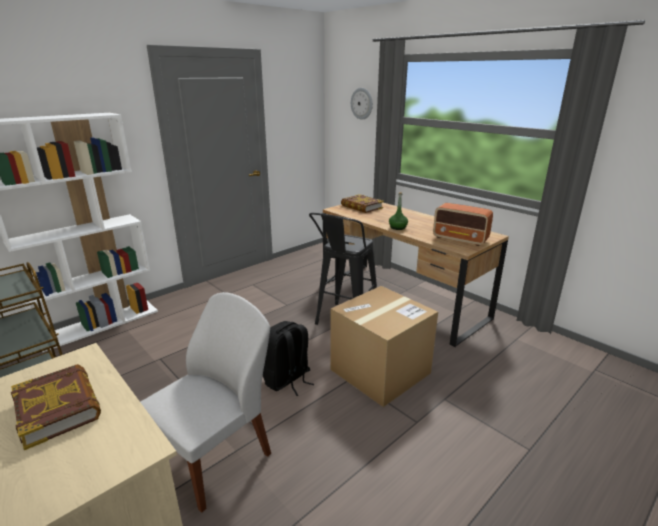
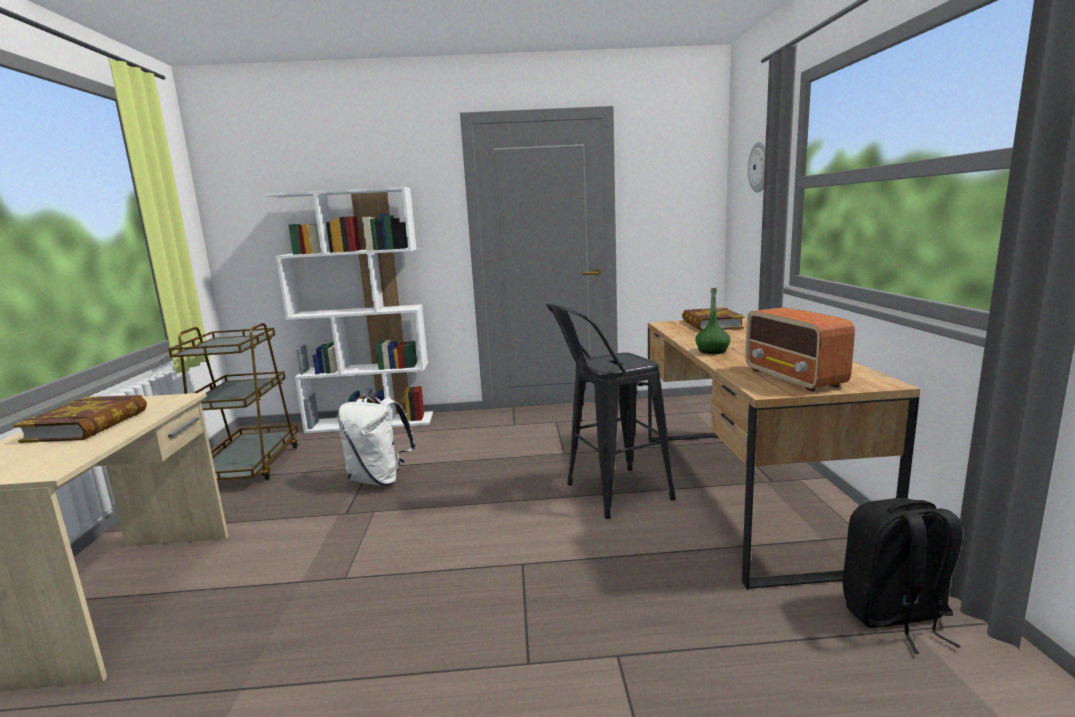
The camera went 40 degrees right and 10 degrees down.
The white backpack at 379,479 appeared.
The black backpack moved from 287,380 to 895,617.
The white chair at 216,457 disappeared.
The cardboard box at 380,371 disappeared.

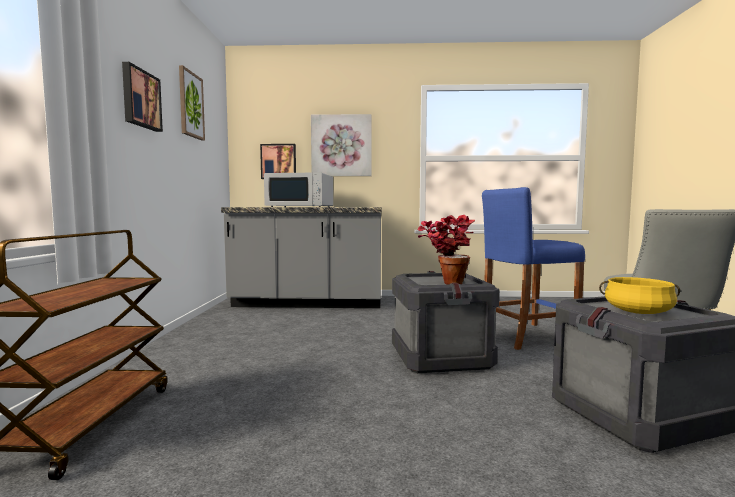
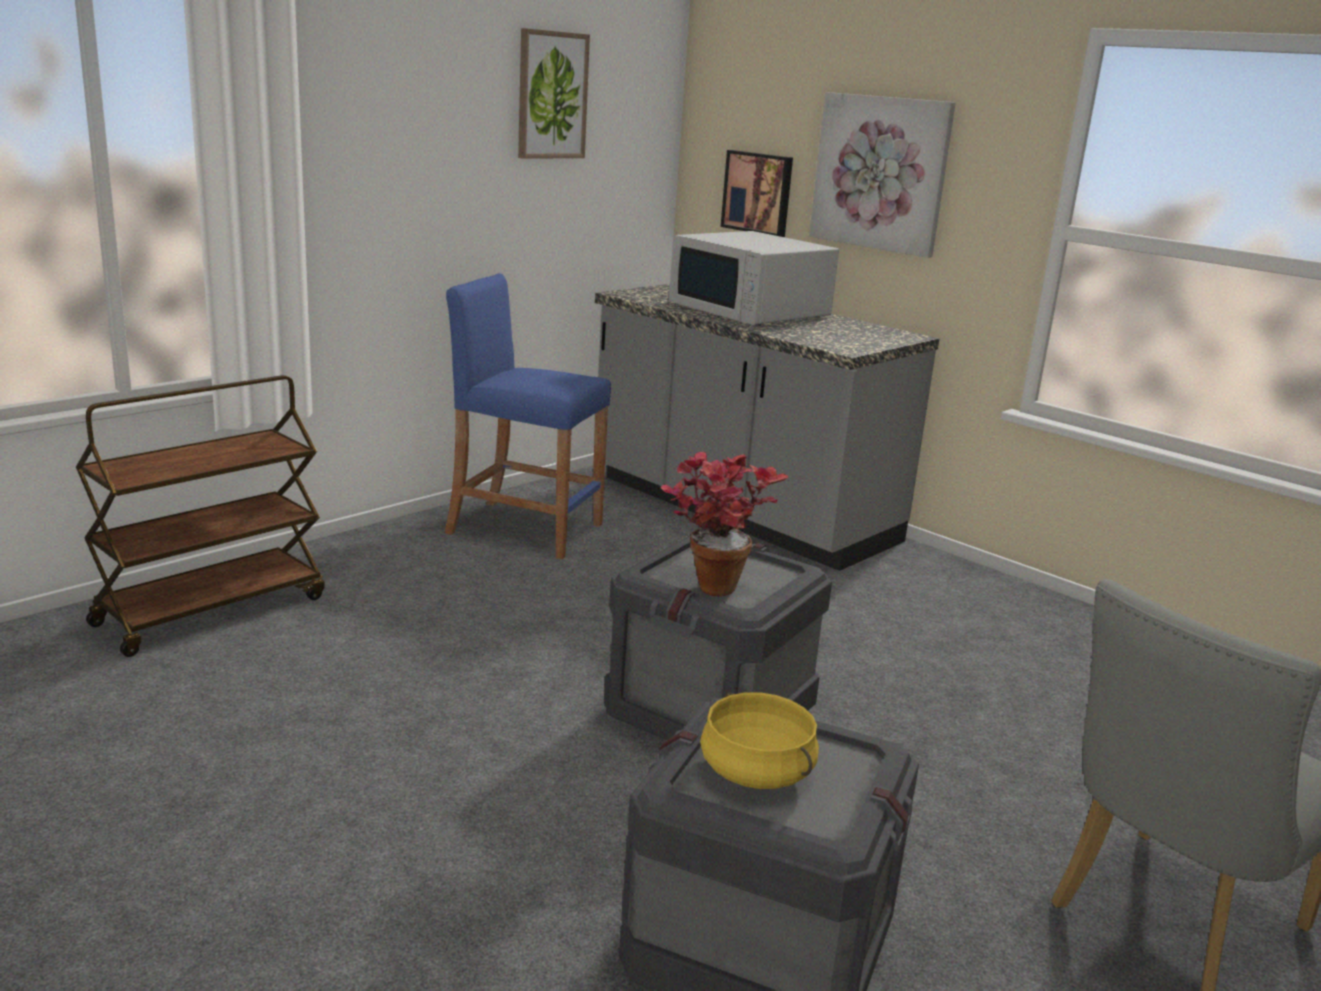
The camera went 40 degrees right and 15 degrees up.
The blue stool moved from 526,336 to 525,529.
The picture at 140,99 disappeared.

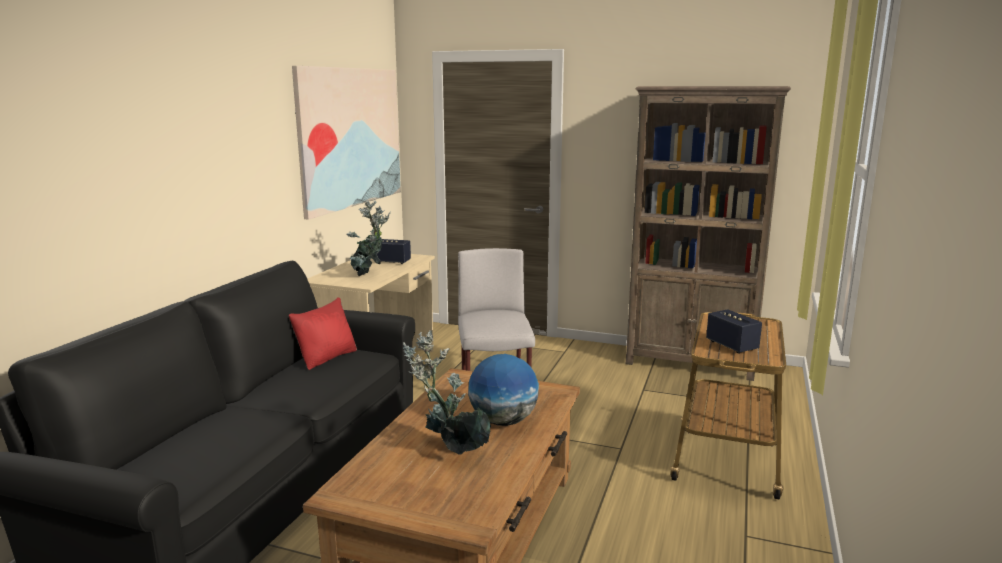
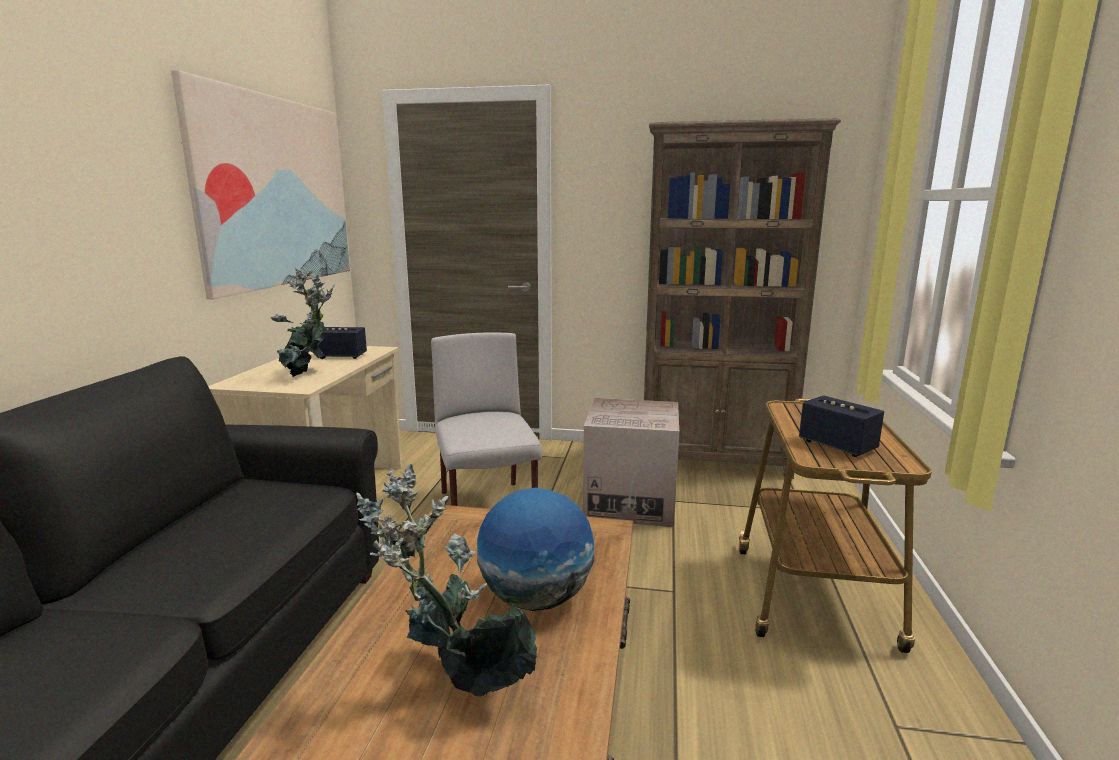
The camera went 10 degrees left and 0 degrees up.
The cardboard box at 630,502 appeared.
The red pillow at 327,358 disappeared.

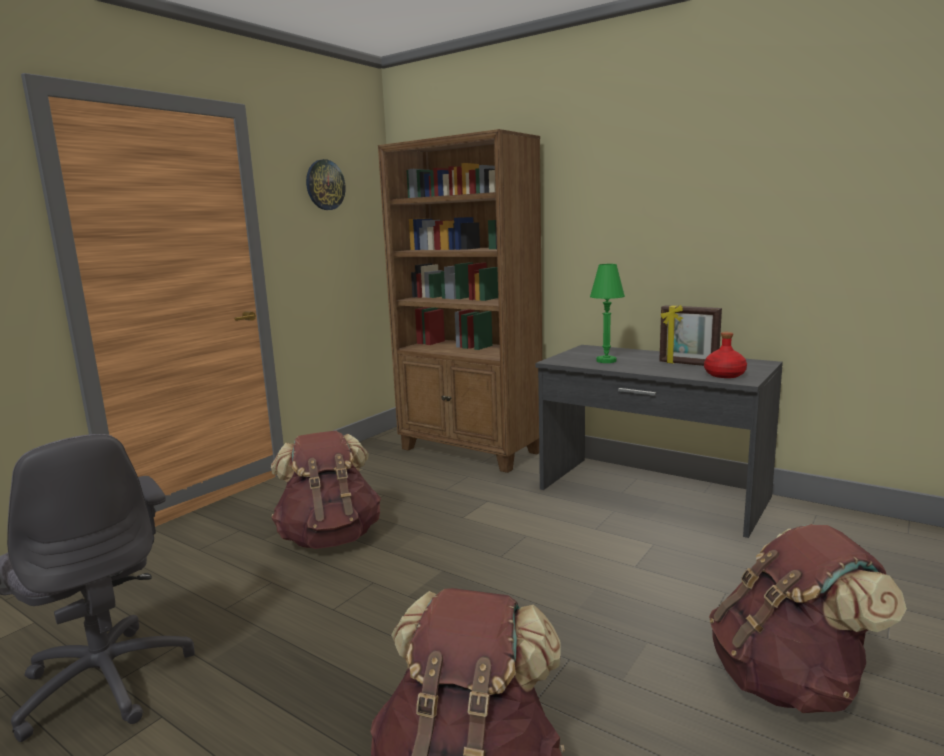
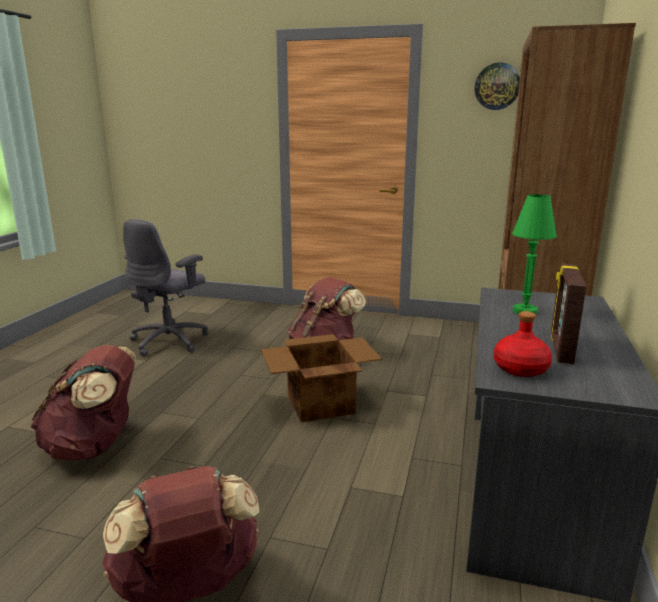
The camera went 70 degrees right and 5 degrees up.
The cardboard box at 319,403 appeared.

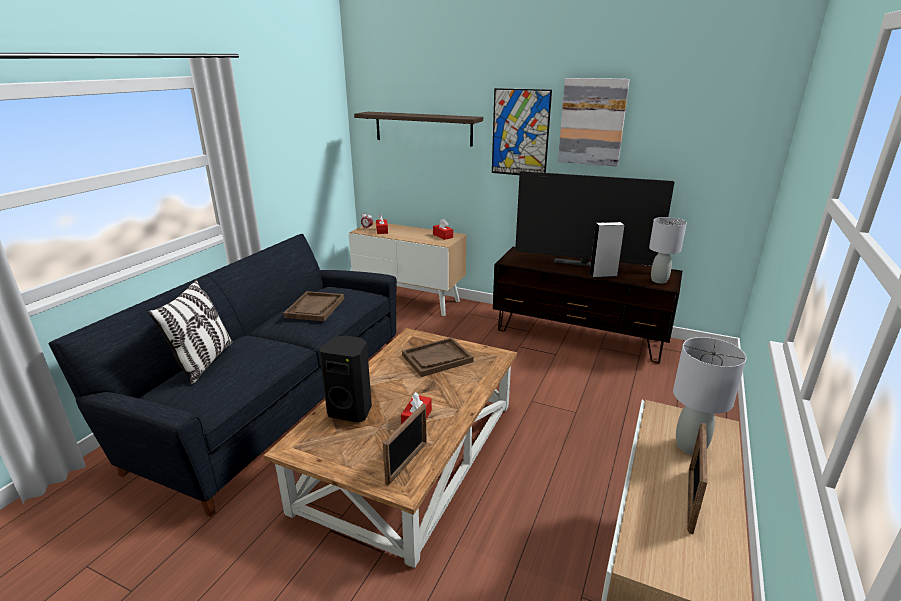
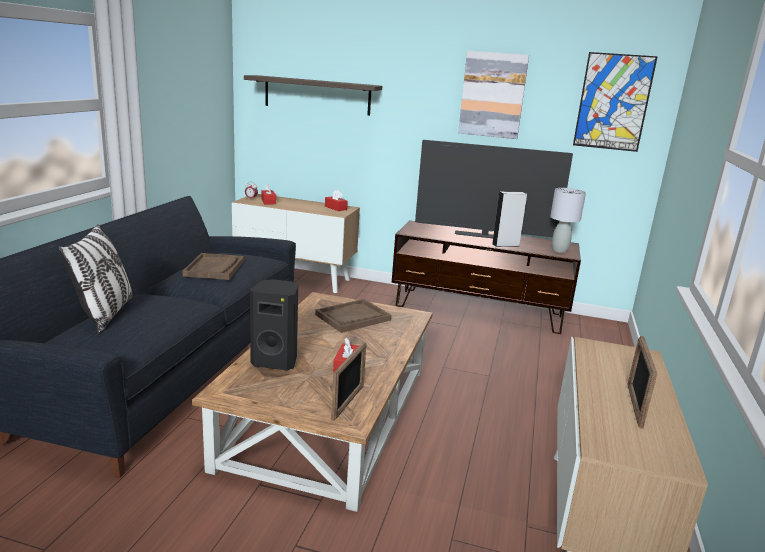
The camera went 10 degrees left and 5 degrees down.
The picture moved from 520,133 to 613,102.
The grey table lamp at 690,447 disappeared.

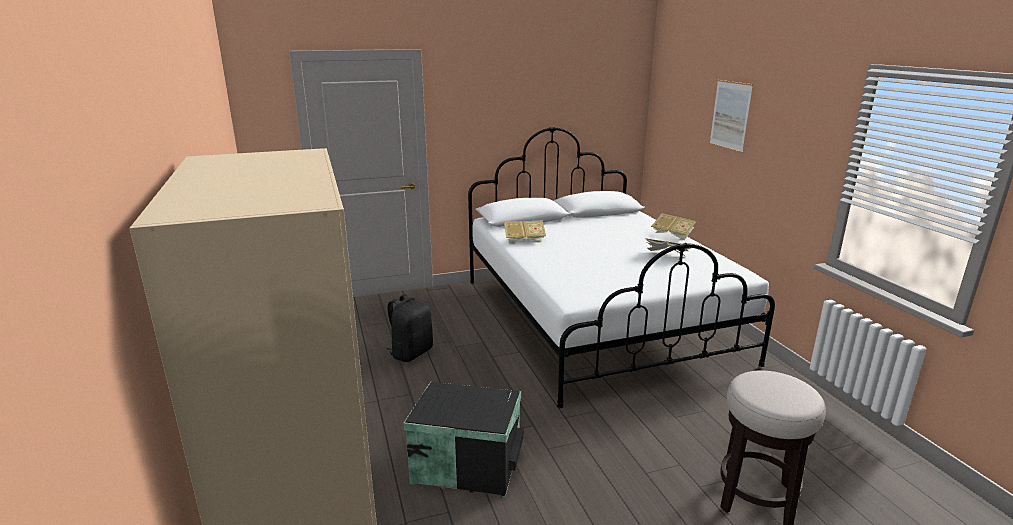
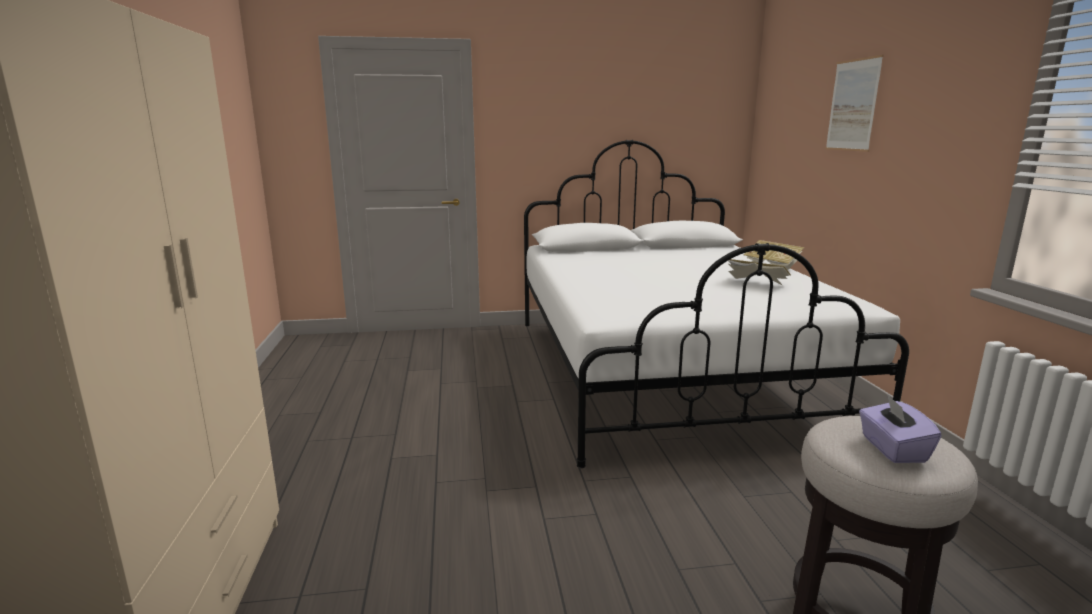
The camera went 10 degrees right and 5 degrees down.
The purple tissue box at 892,449 appeared.
The black backpack at 411,352 disappeared.
The black storage box at 466,461 disappeared.
The book at 524,240 disappeared.

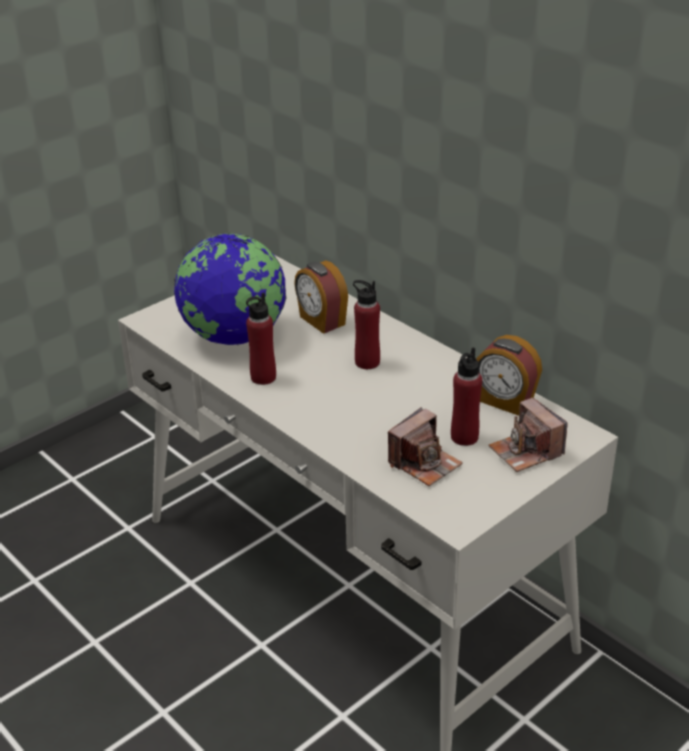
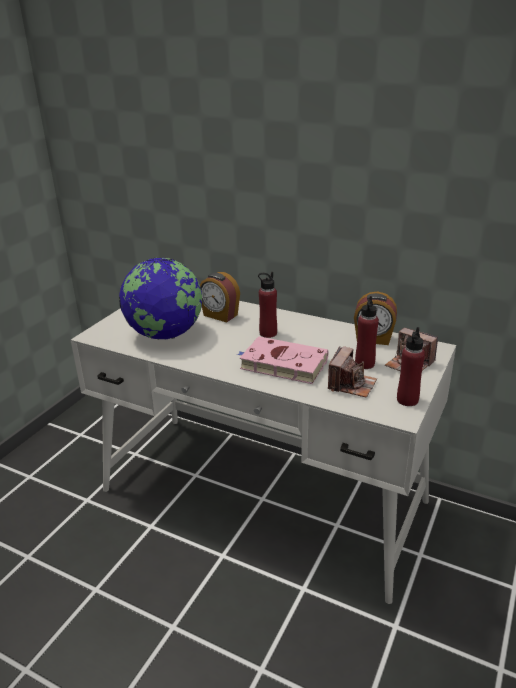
The camera went 20 degrees left and 5 degrees down.
The pink book at 281,364 appeared.
The red bottle moved from 263,377 to 407,400.

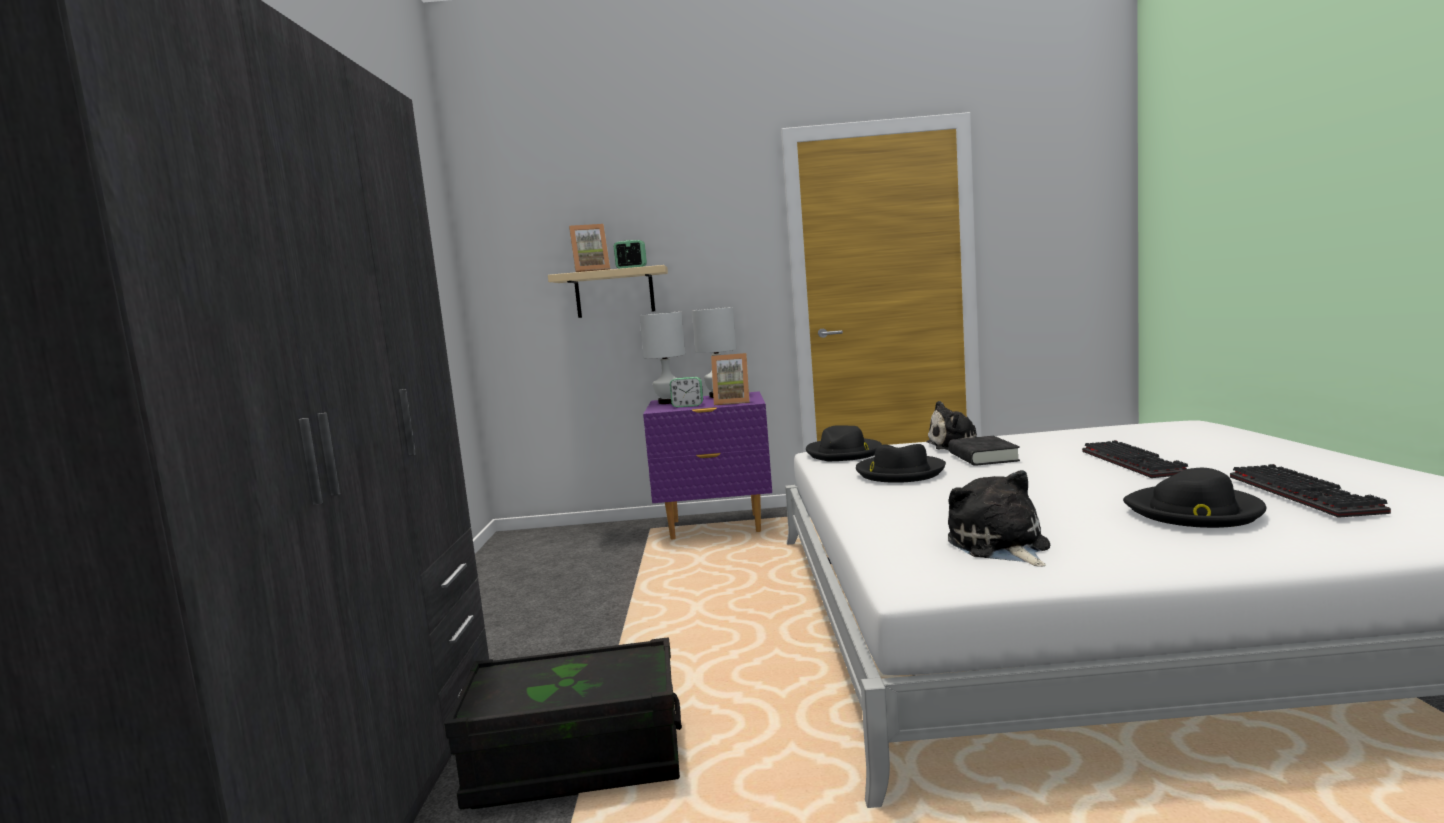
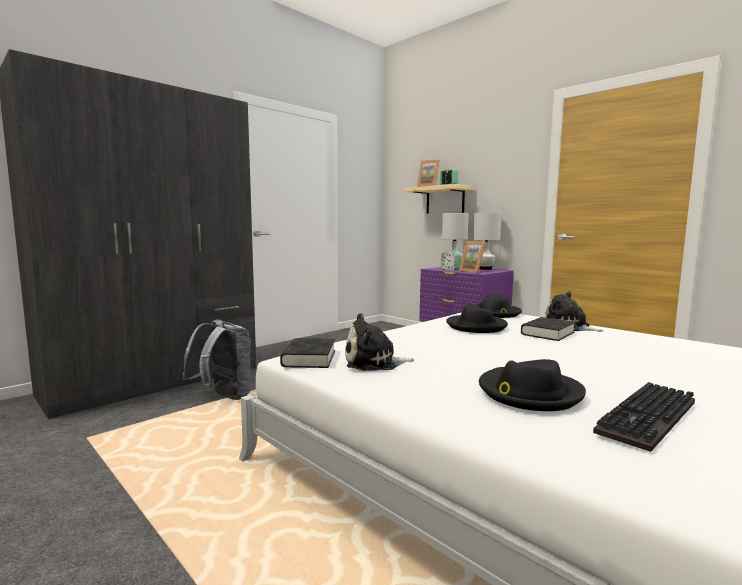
The camera went 45 degrees right and 0 degrees up.
The black storage box at 577,761 was replaced by the grey backpack at 223,397.
The black book at 309,358 appeared.
The plush toy at 1000,546 turned 135 degrees counterclockwise.
The keyboard at 1135,463 disappeared.

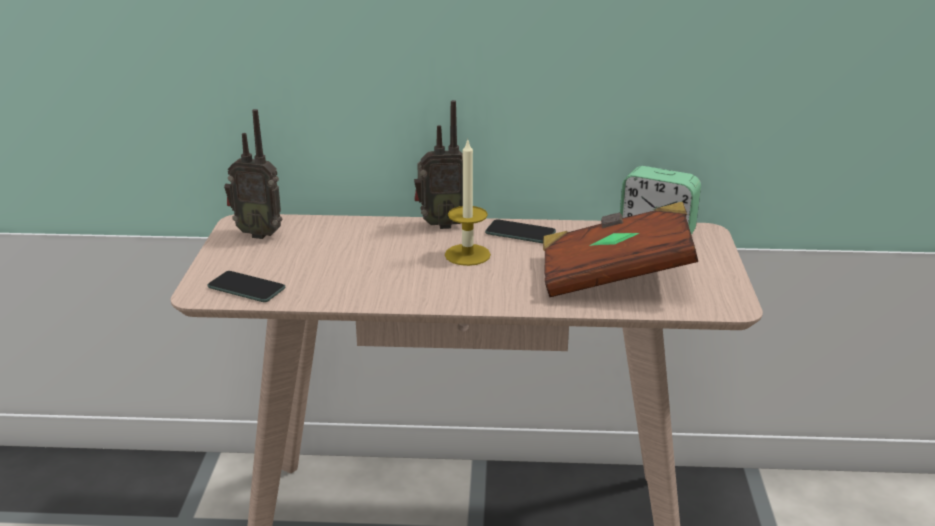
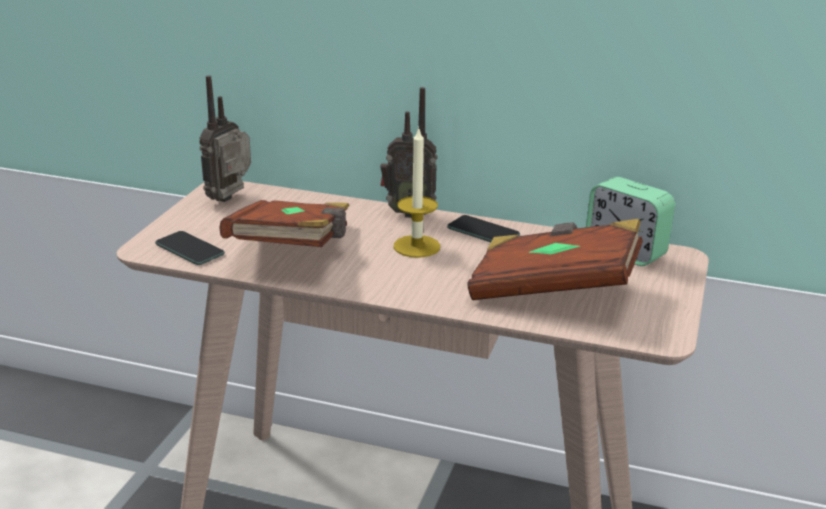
The camera went 15 degrees right and 0 degrees up.
The radio at 259,233 turned 90 degrees clockwise.
The brown book at 293,250 appeared.

